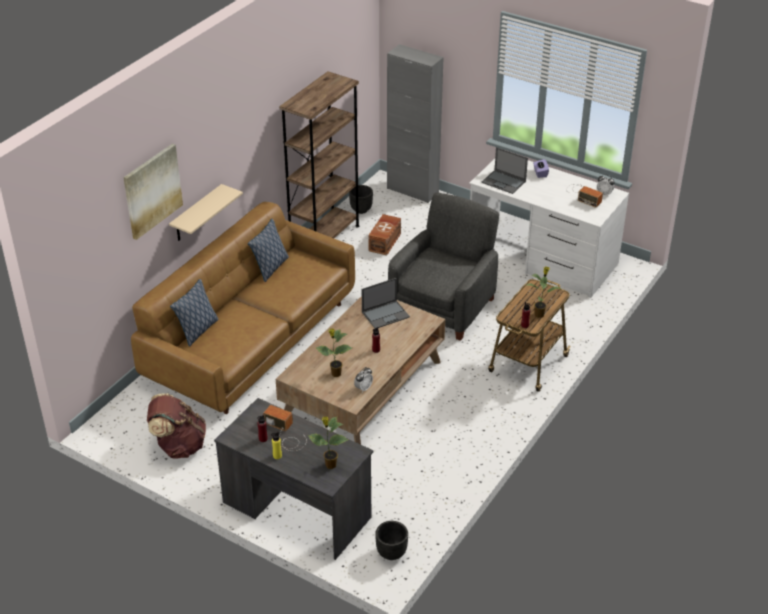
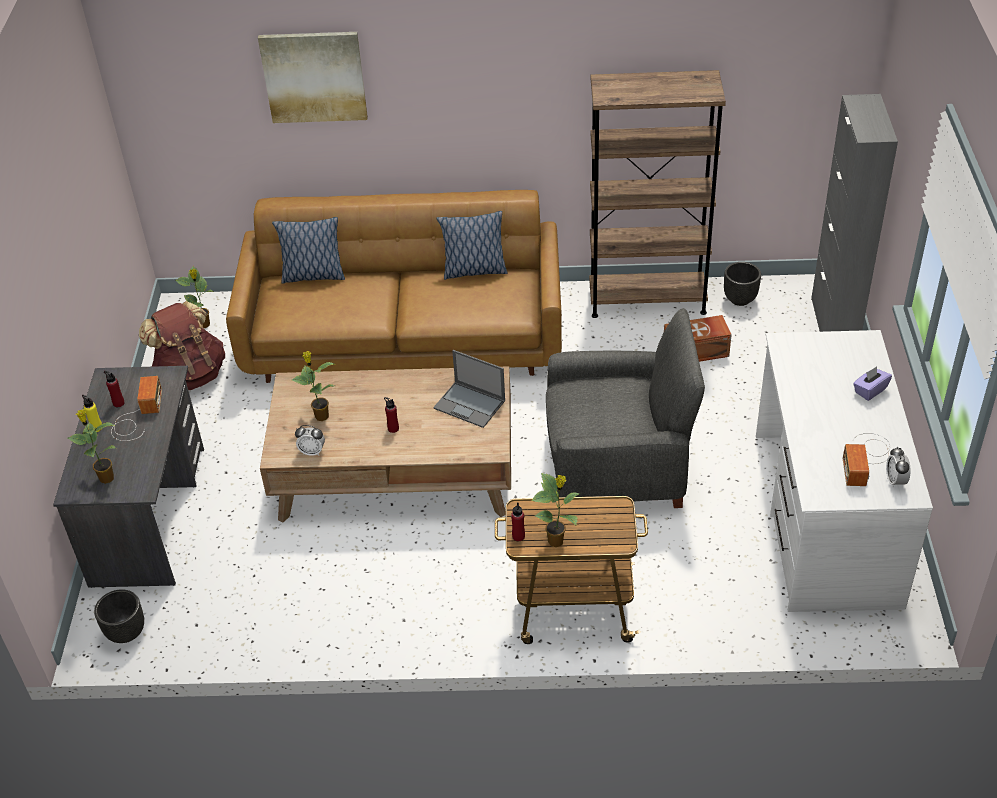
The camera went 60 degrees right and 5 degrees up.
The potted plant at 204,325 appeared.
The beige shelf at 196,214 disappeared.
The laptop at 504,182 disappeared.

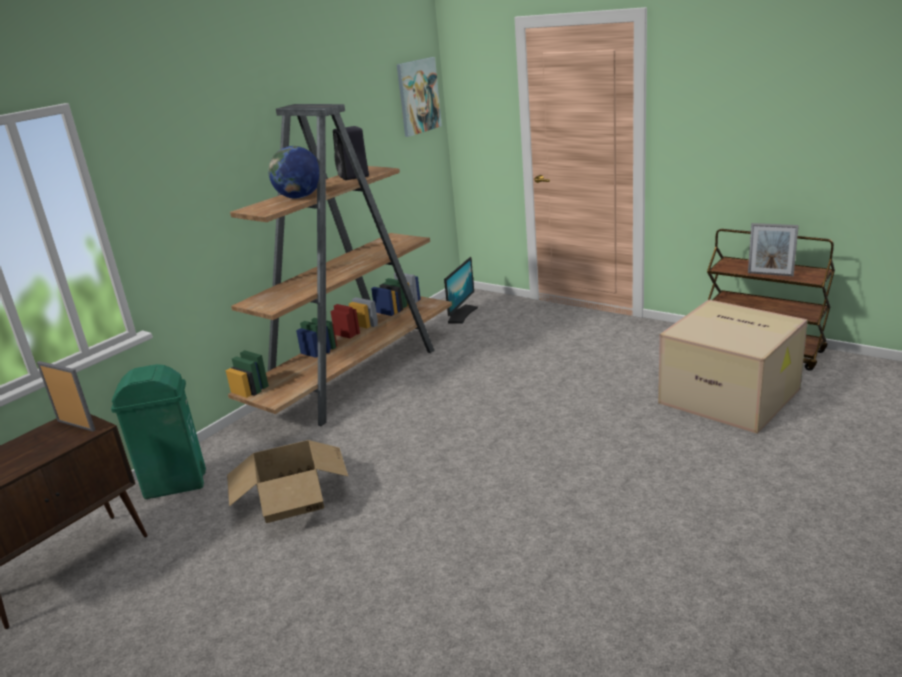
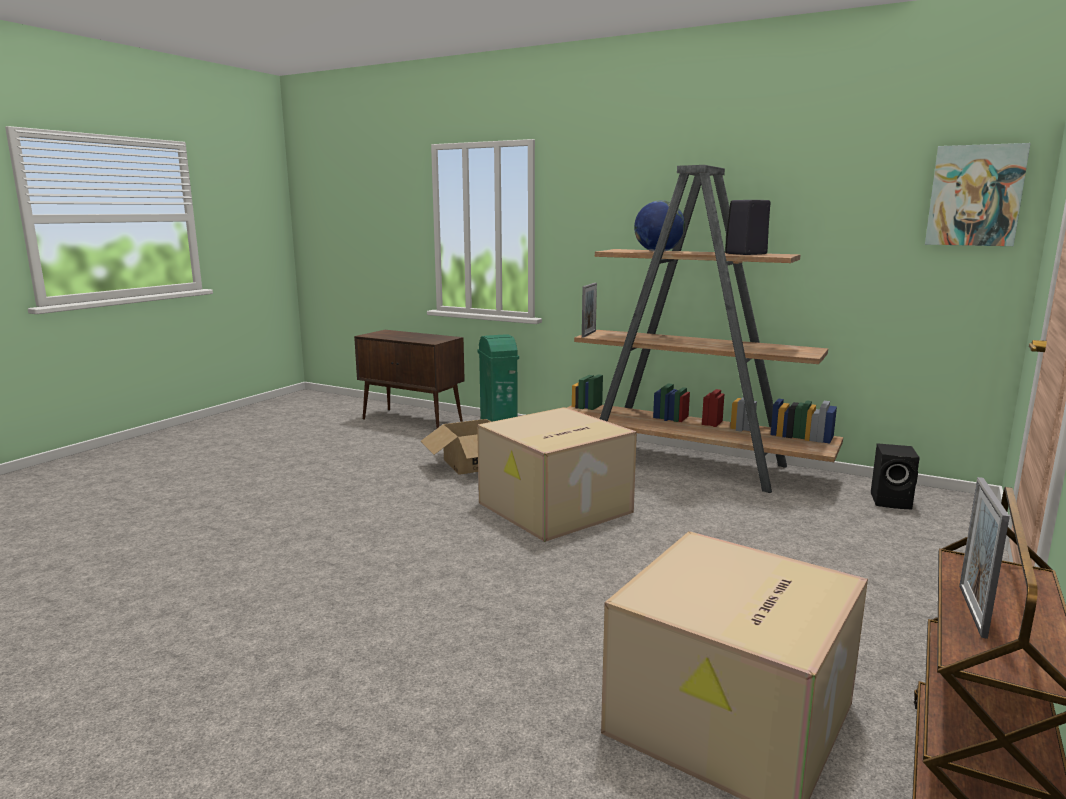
The camera went 80 degrees right and 10 degrees down.
The cardboard box at 554,508 appeared.
The picture frame moved from 76,425 to 588,334.
The monitor at 461,314 was replaced by the black speaker at 892,501.

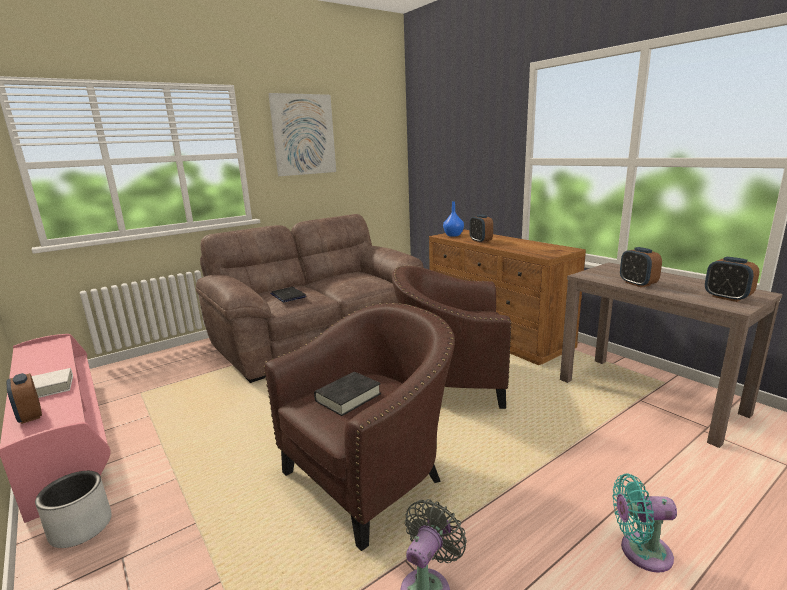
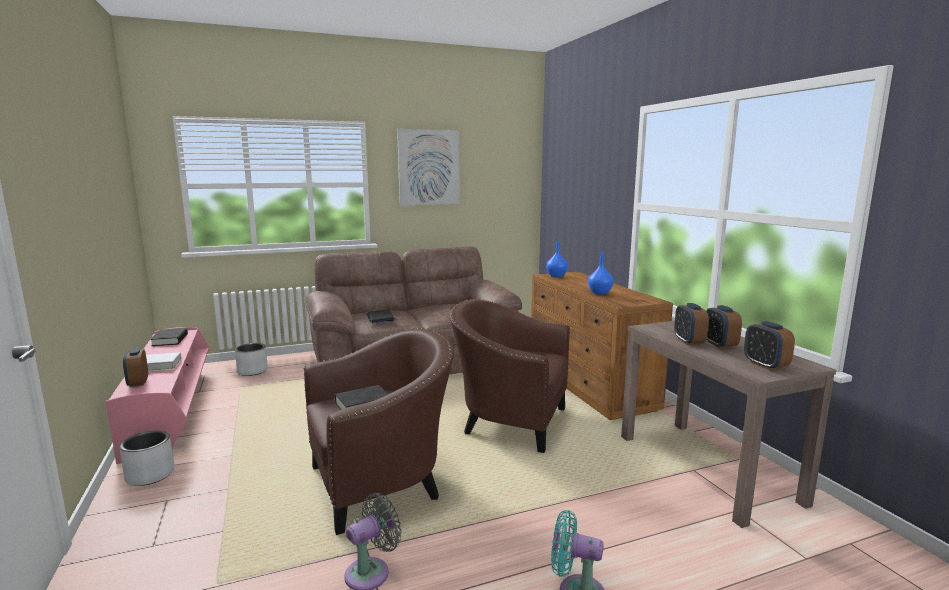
The camera went 15 degrees right and 5 degrees down.
The black book at 170,340 appeared.
The grey planter at 252,371 appeared.
The blue vase at 599,293 appeared.
The alarm clock moved from 480,241 to 719,344.

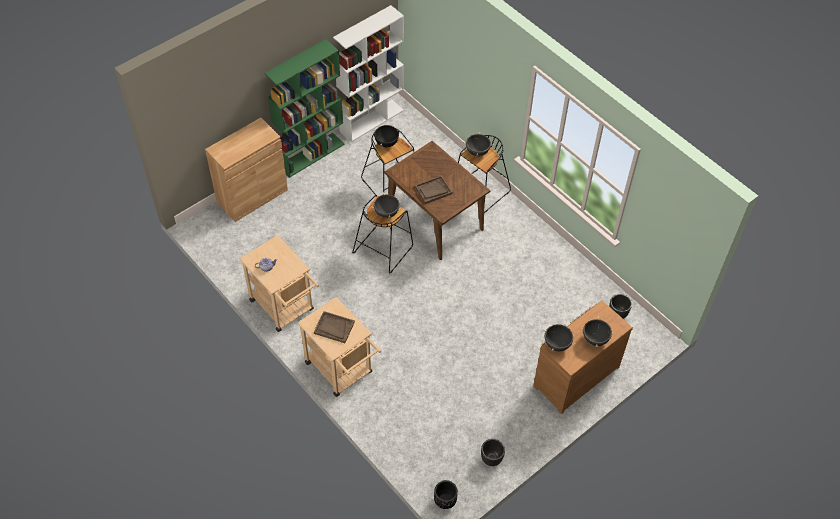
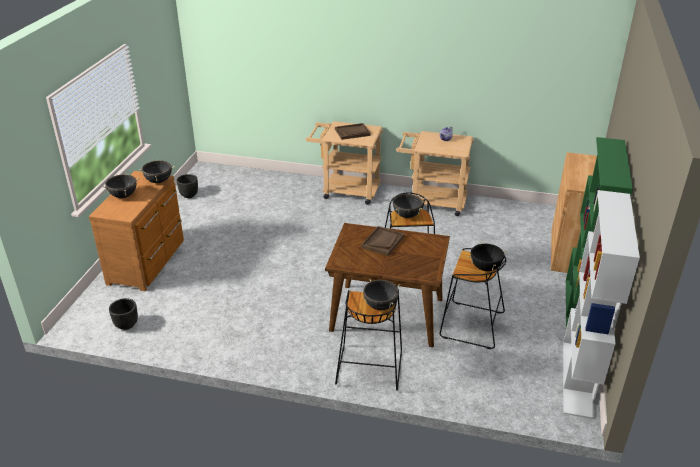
The camera went 145 degrees right and 20 degrees down.
The black planter at 445,501 disappeared.

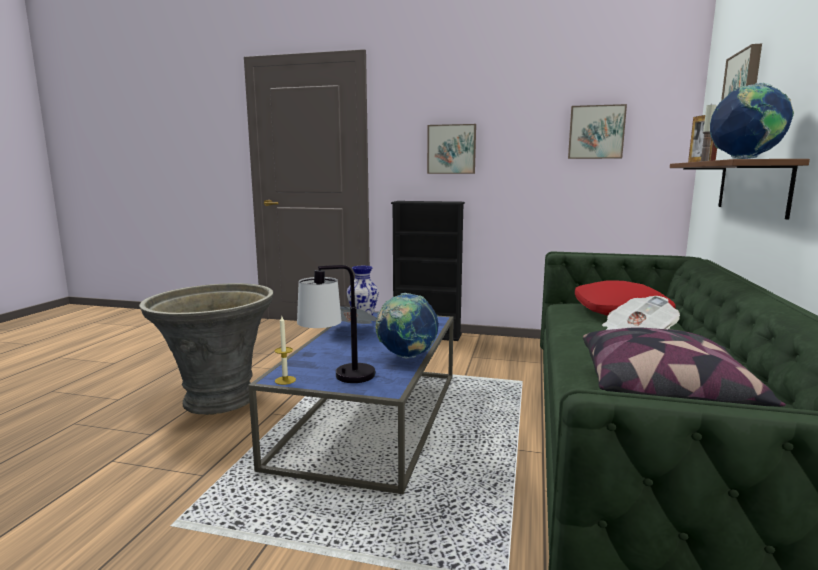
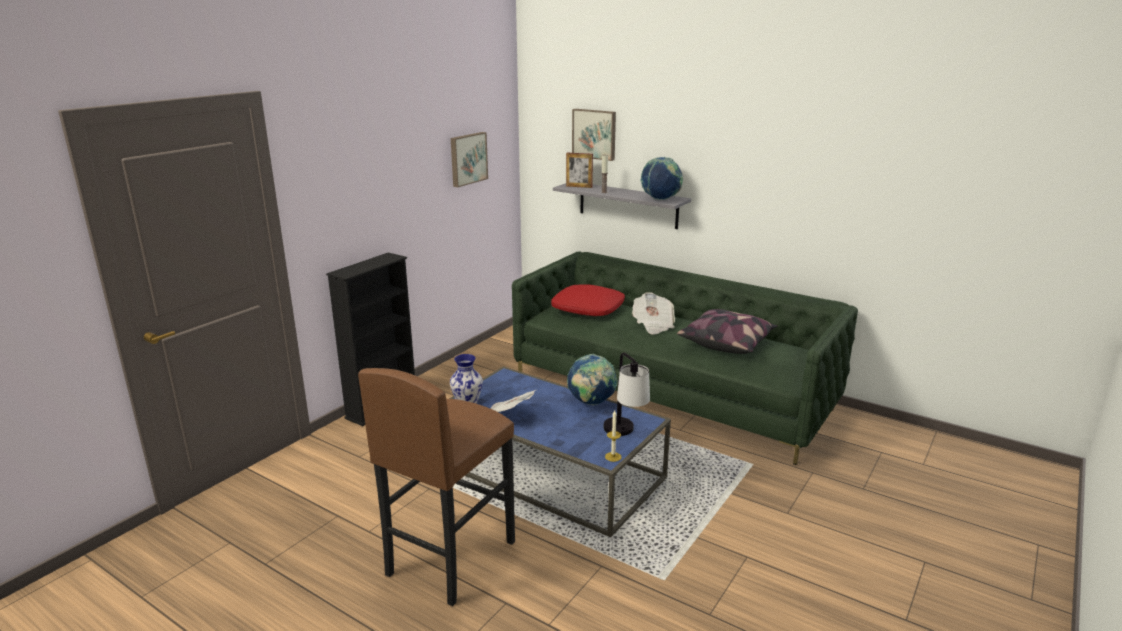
The camera went 70 degrees left and 10 degrees up.
The grey planter at 218,399 was replaced by the brown stool at 450,558.
The brown shelf at 752,187 became the grey shelf at 628,205.
The picture at 451,149 disappeared.

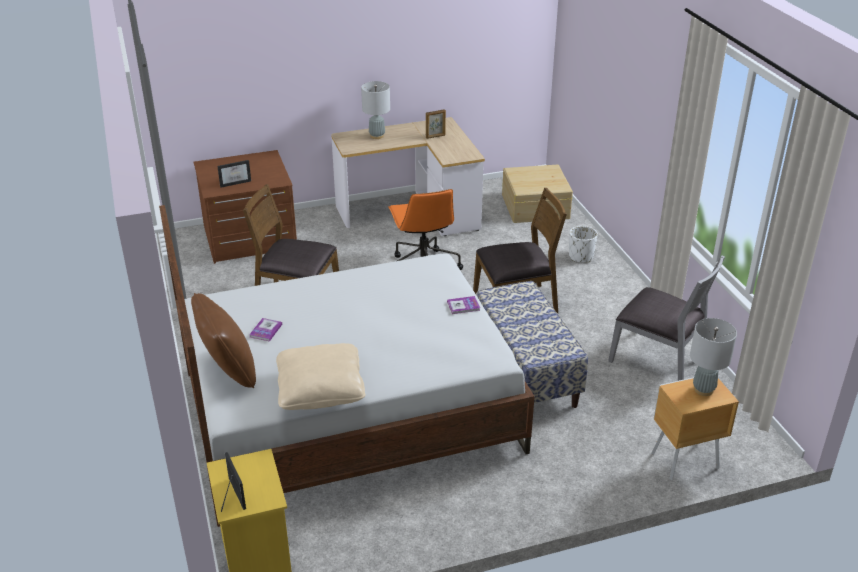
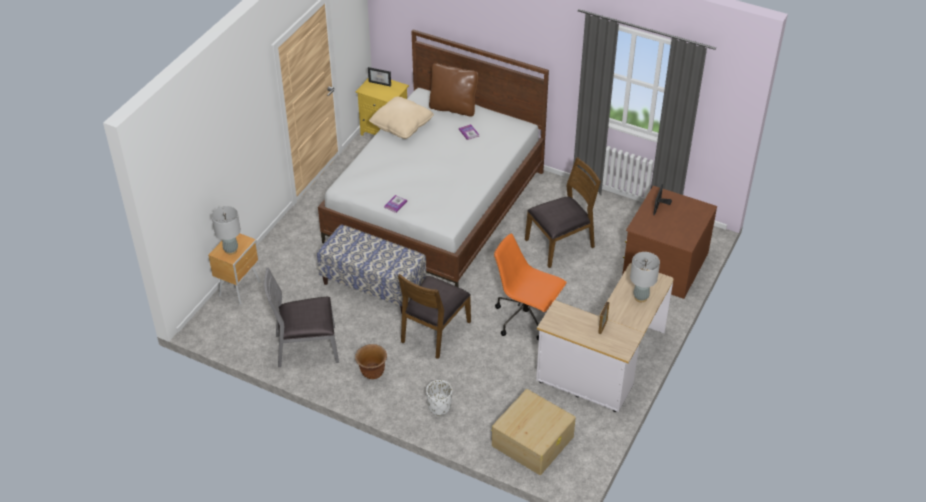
The camera went 135 degrees right and 10 degrees up.
The brown planter at 372,372 appeared.

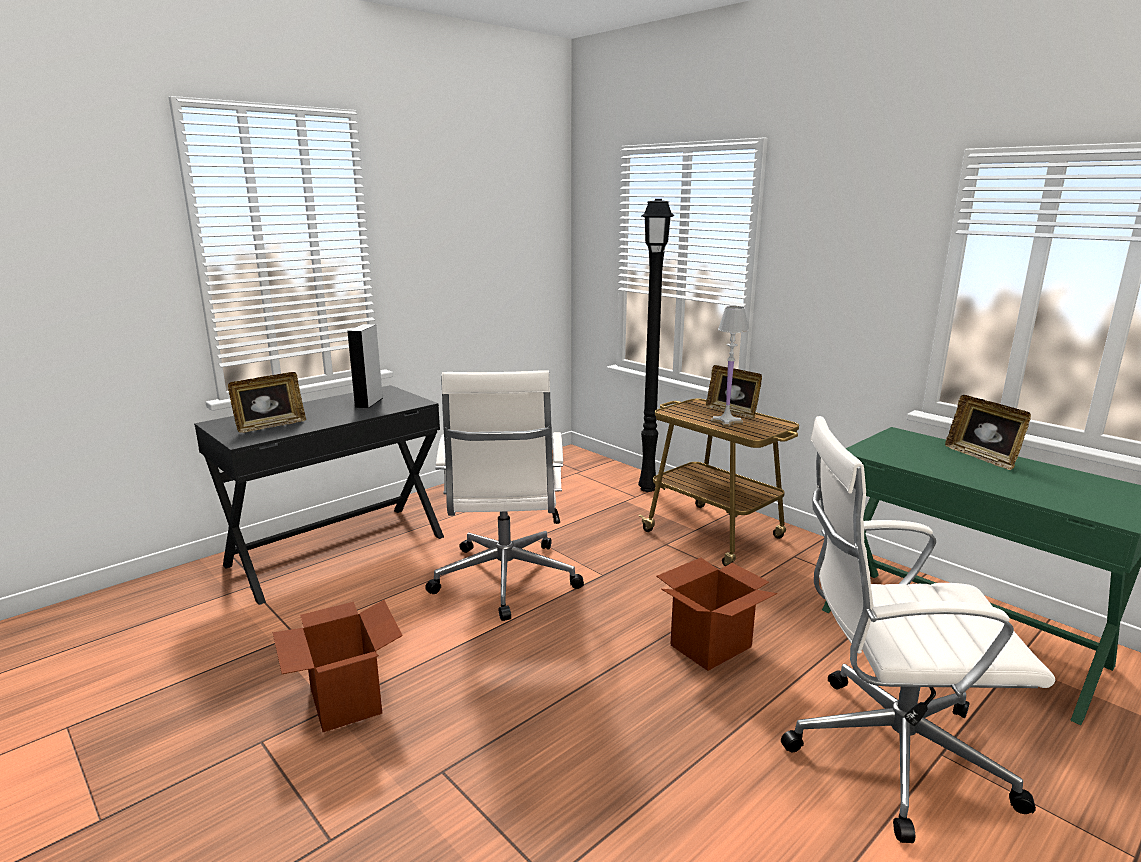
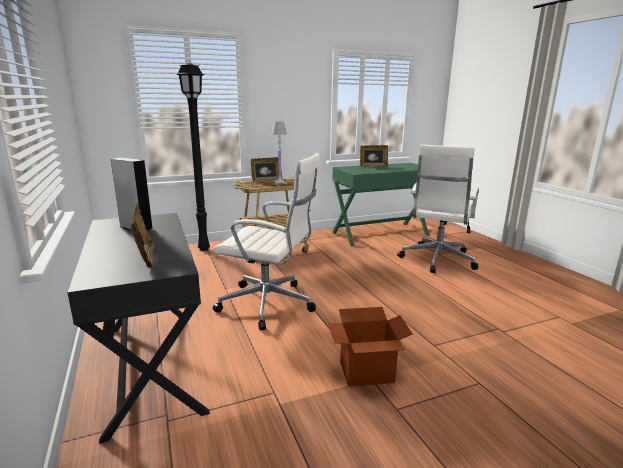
The camera went 70 degrees left and 0 degrees up.
The cardboard box at 711,646 disappeared.

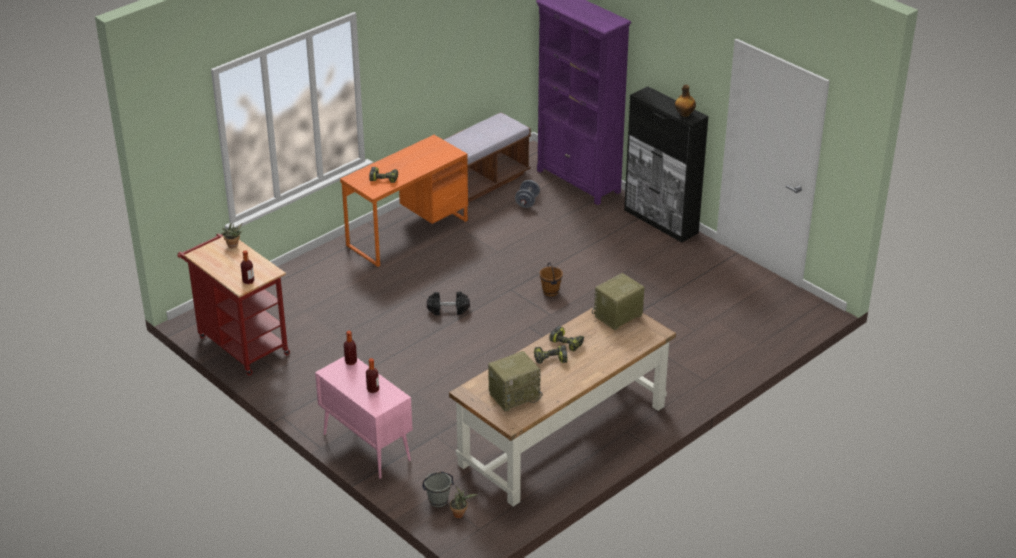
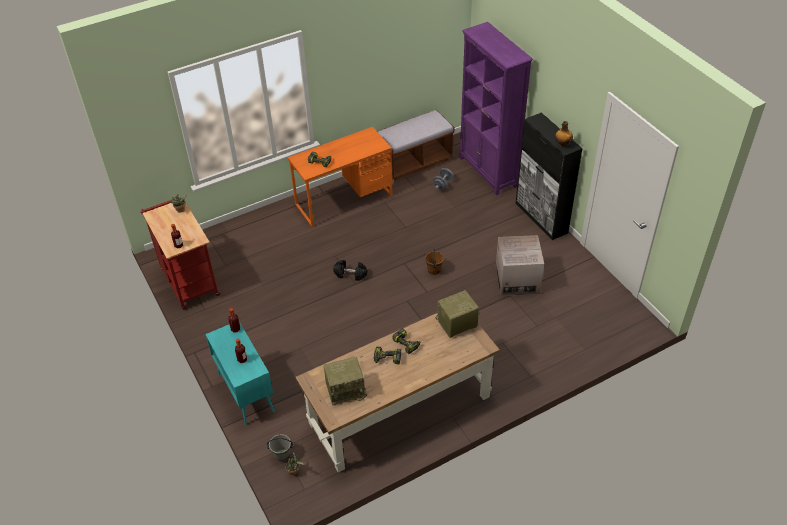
The camera went 15 degrees right and 10 degrees up.
The pink cabinet at 366,447 became the turquoise cabinet at 245,392.
The cardboard box at 517,280 appeared.

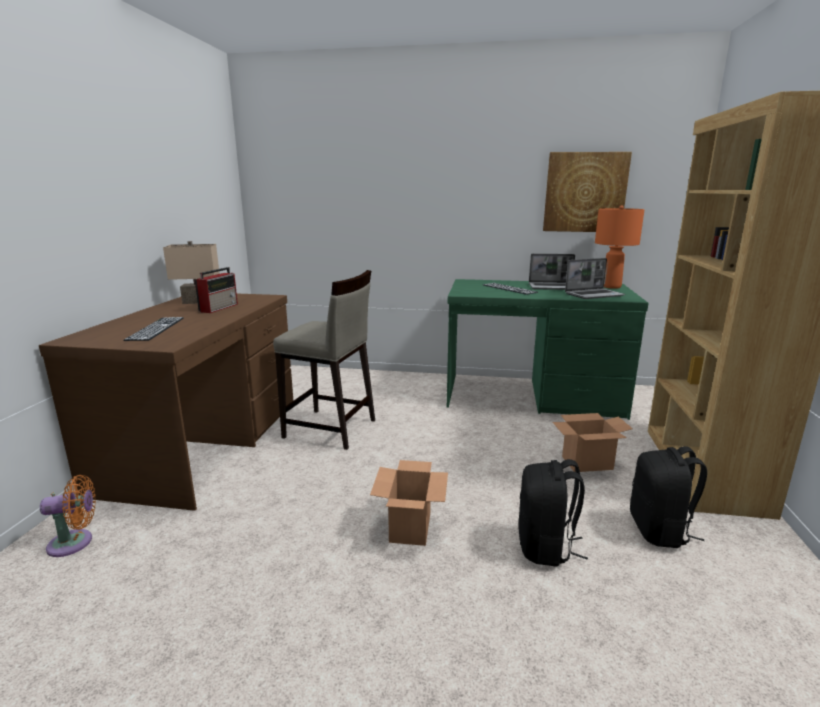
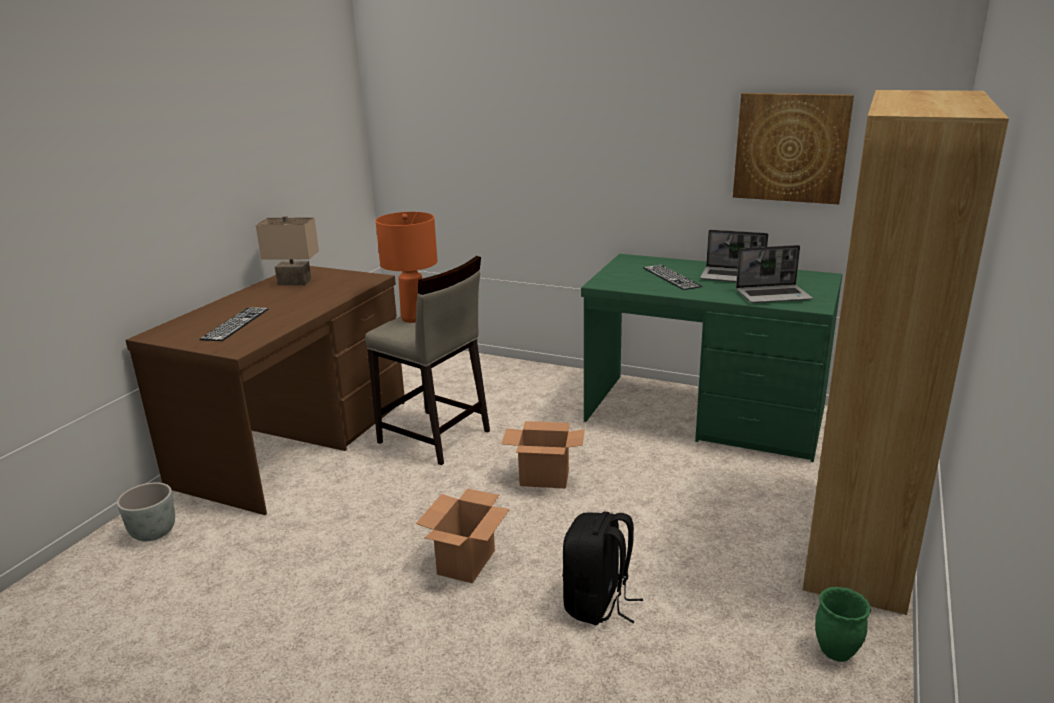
The camera went 15 degrees right and 5 degrees up.
The orange fan at 75,542 was replaced by the grey planter at 153,533.
The orange table lamp moved from 611,286 to 414,318.
The cardboard box moved from 586,463 to 543,478.
The green planter at 837,652 appeared.
The radio at 219,307 disappeared.
The black backpack at 659,531 disappeared.

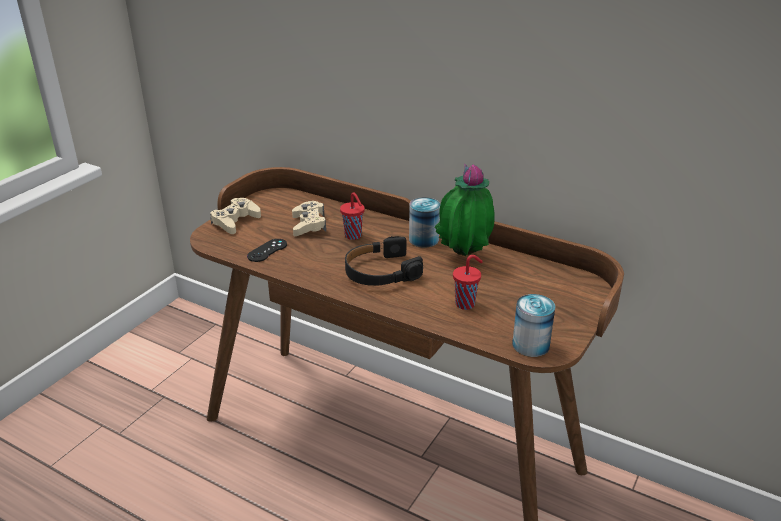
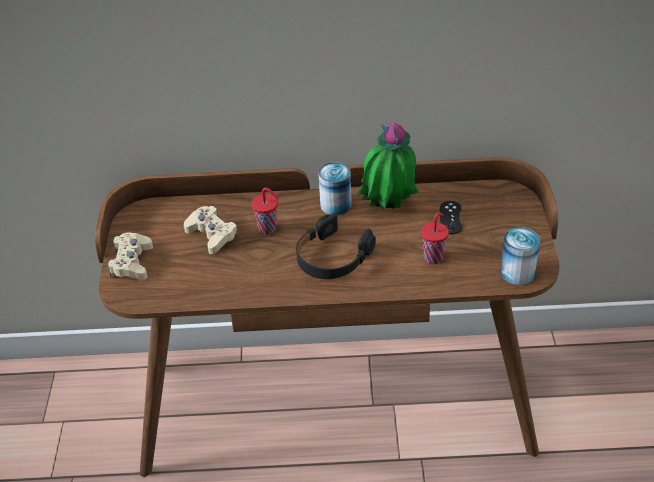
The camera went 30 degrees left and 10 degrees up.
The black game controller moved from 267,250 to 450,218.

